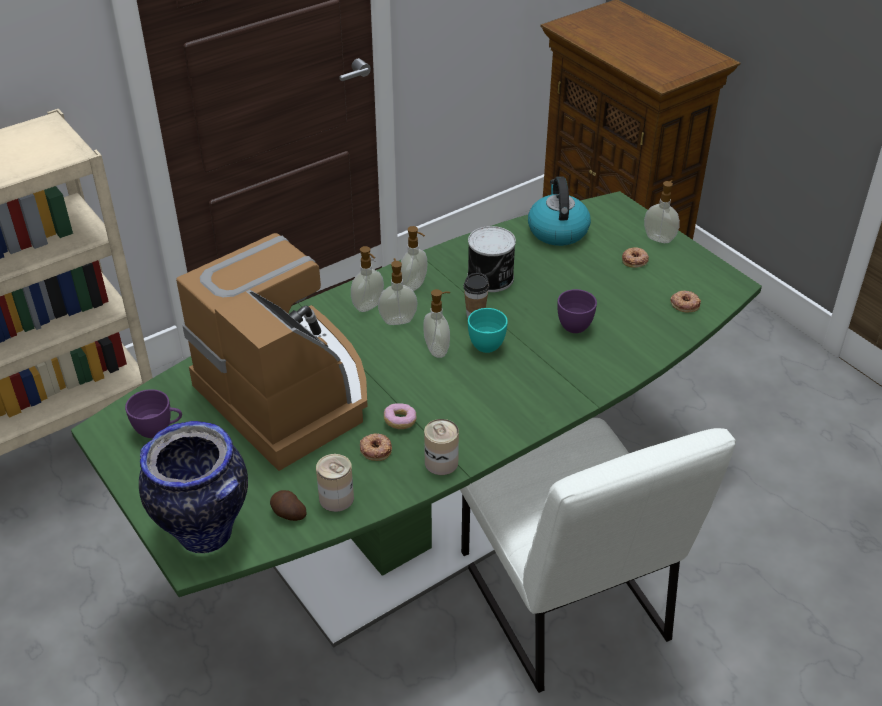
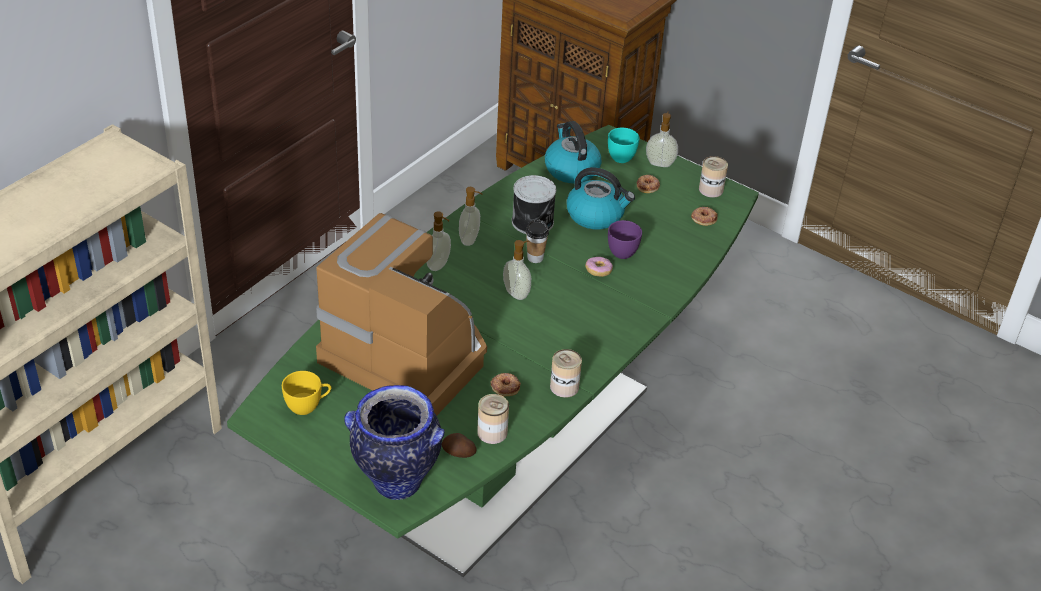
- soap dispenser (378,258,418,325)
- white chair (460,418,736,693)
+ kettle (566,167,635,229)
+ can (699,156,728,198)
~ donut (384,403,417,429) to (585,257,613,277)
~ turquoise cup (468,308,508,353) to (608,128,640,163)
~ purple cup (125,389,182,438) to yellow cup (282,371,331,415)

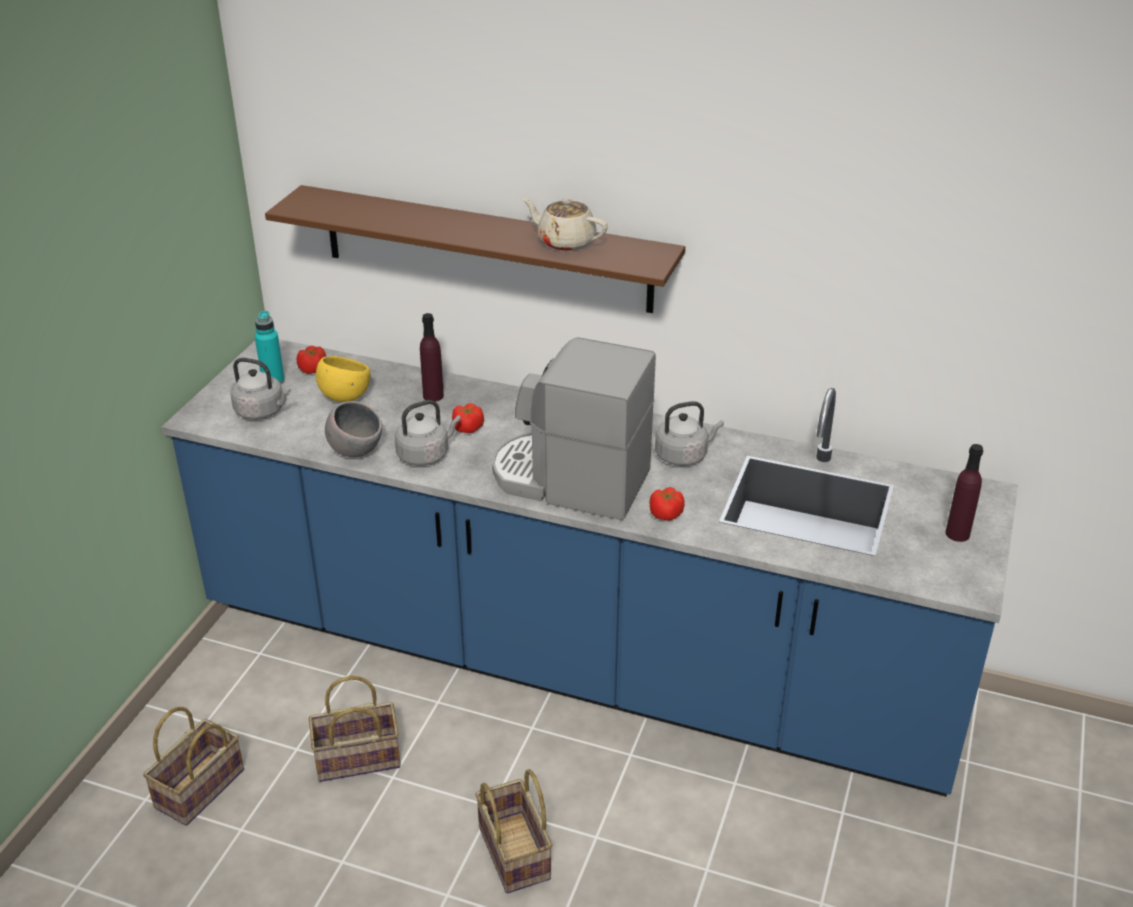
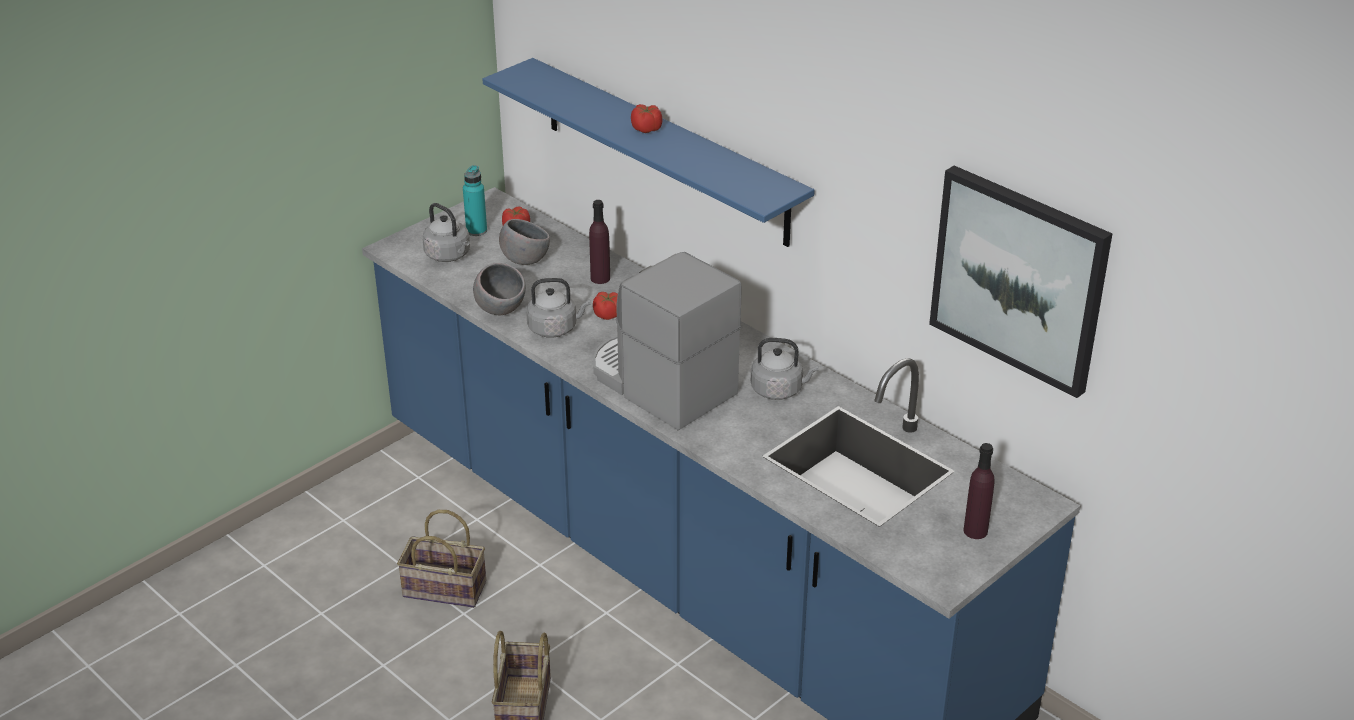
- basket (143,707,244,826)
- beige teapot (523,198,608,251)
+ picture (929,166,1113,398)
~ tomato (650,487,685,521) to (631,104,662,133)
~ brown shelf (265,185,685,313) to blue shelf (482,58,815,247)
~ yellow bowl (316,356,371,402) to grey bowl (499,219,550,265)

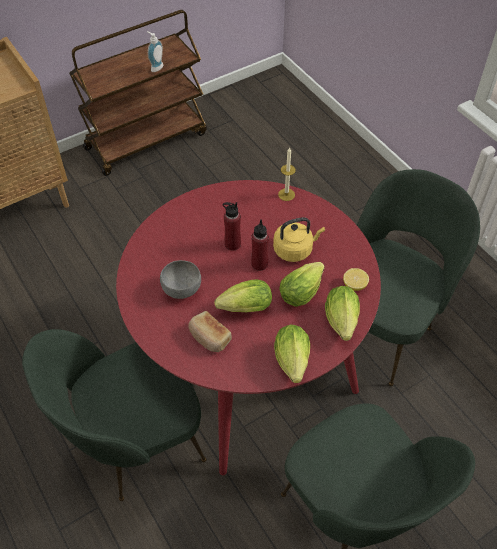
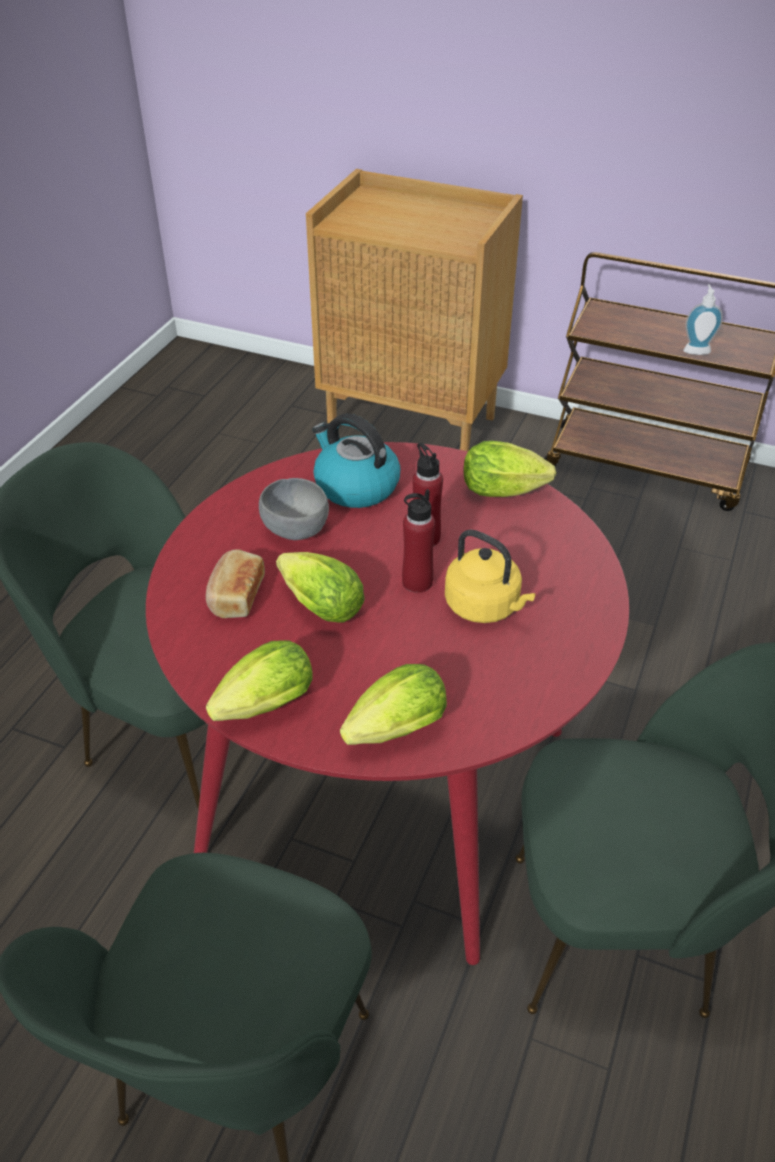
- candle (278,147,296,201)
- lemon (343,268,369,291)
+ kettle (312,413,400,508)
~ lettuce (279,262,325,307) to (463,441,556,497)

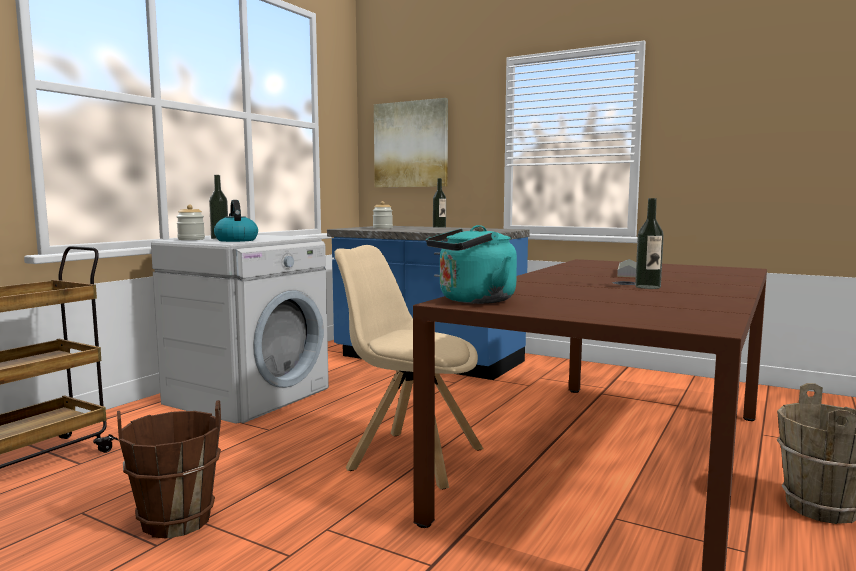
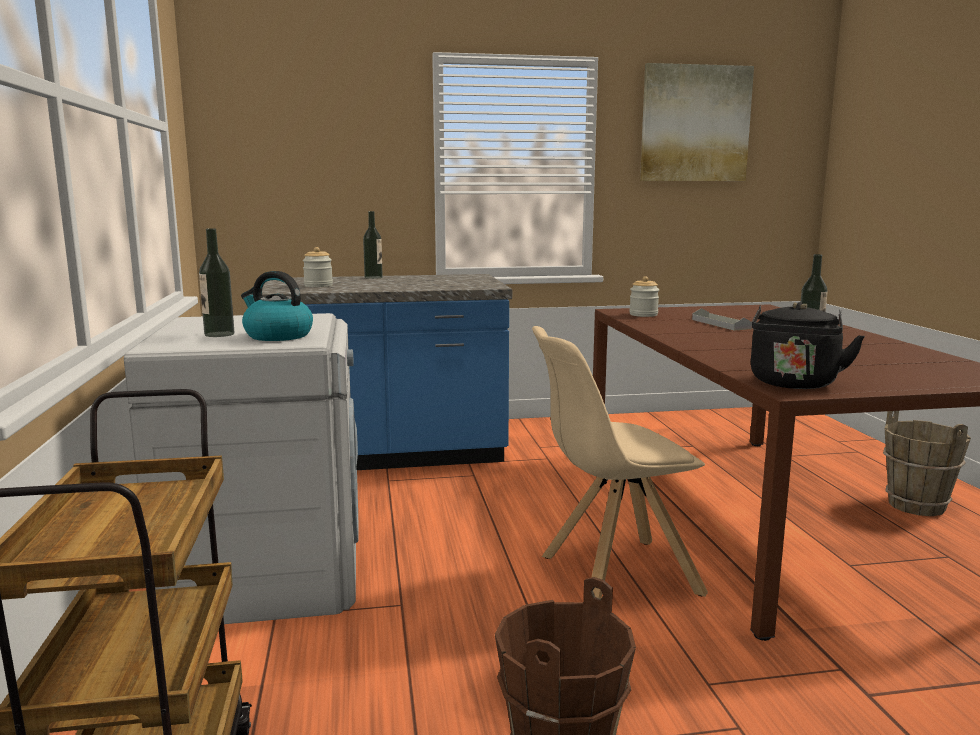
~ jar (176,204,205,240) to (629,276,659,317)
~ picture (374,98,448,187) to (640,63,754,181)
~ turquoise kettle (426,225,517,304) to black kettle (751,302,865,389)

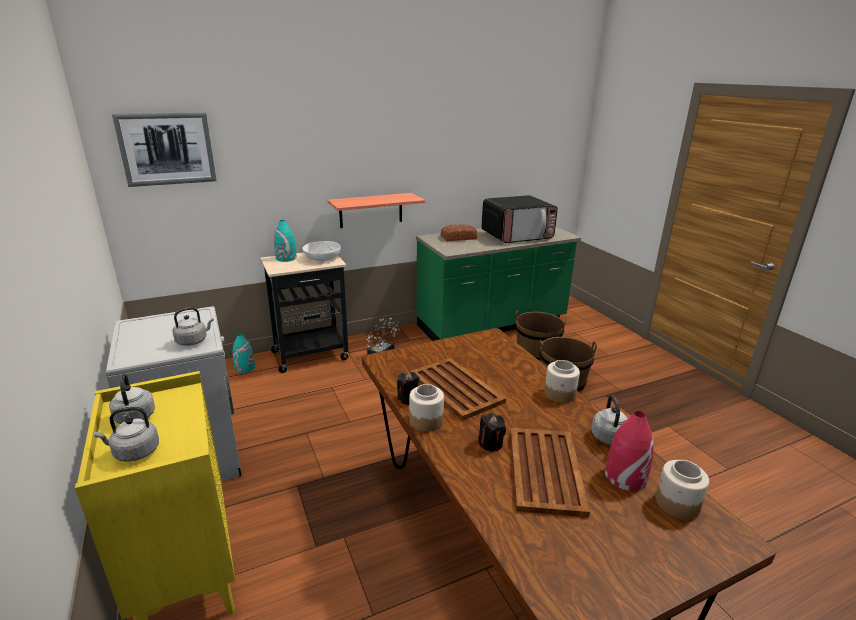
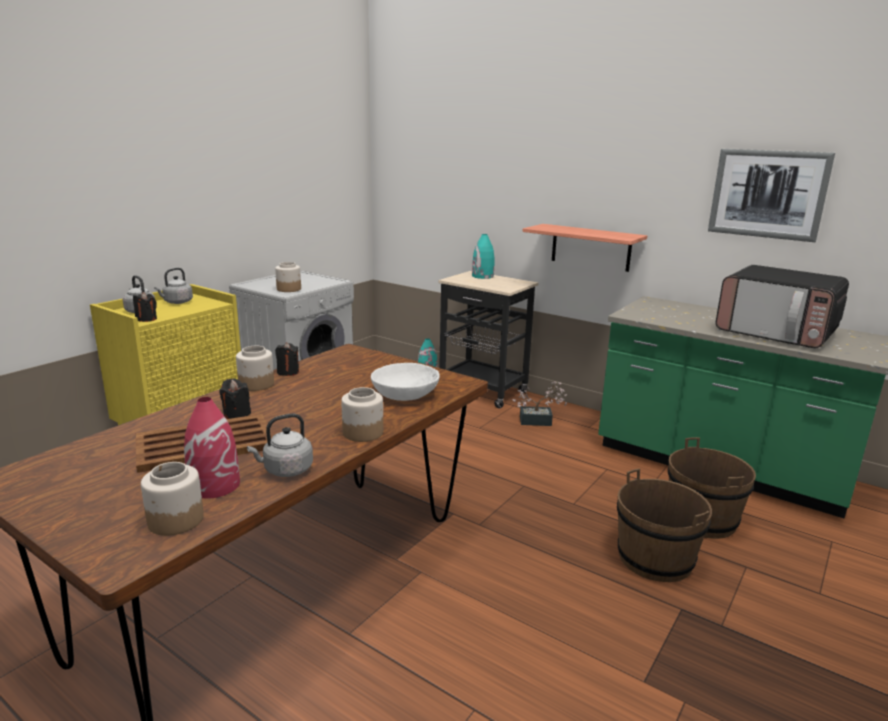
- brown tray (410,358,506,421)
- bread (441,224,477,241)
+ black candle (133,292,157,322)
~ picture (112,112,217,187) to (708,149,835,242)
~ white bowl (303,241,341,261) to (371,363,440,401)
~ grey kettle (172,307,214,346) to jar (275,262,301,292)

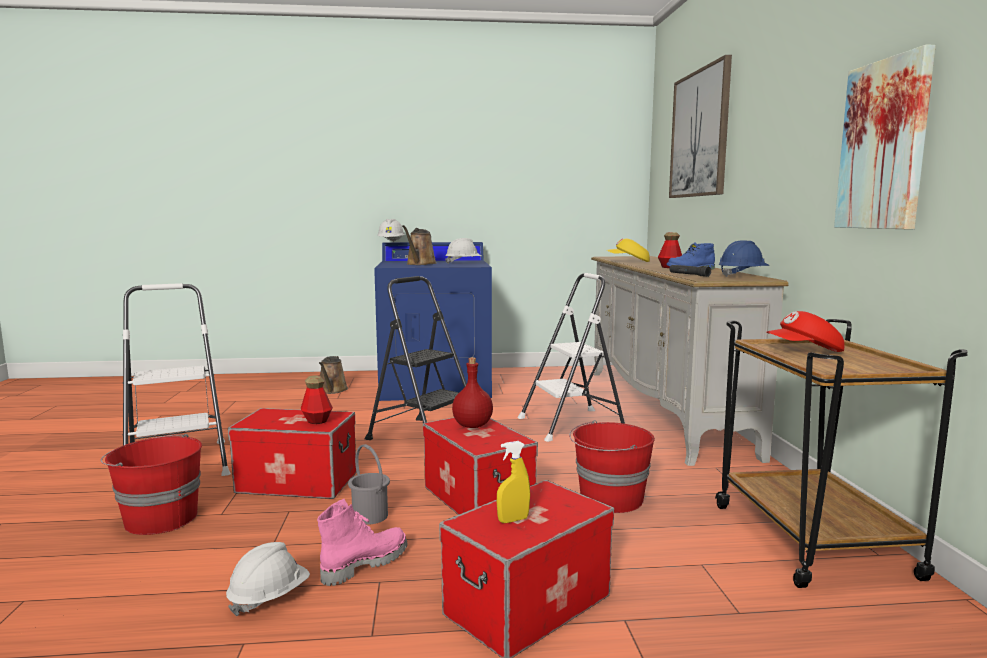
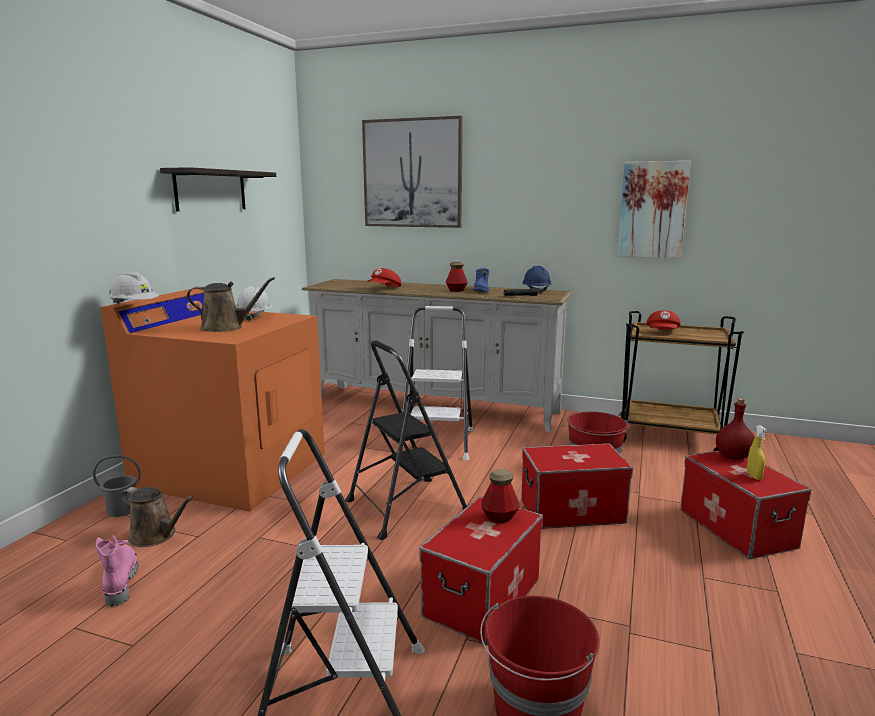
- white hard hat (226,542,310,616)
+ shelf (160,167,276,211)
~ pink boot (317,499,408,586) to (96,535,138,607)
~ grey bucket (348,444,390,525) to (93,455,141,517)
~ red bottle (452,357,493,428) to (716,398,755,460)
~ blue washing machine (374,242,492,401) to orange washing machine (101,289,325,512)
~ yellow cap (607,238,650,262) to red cap (367,268,402,287)
~ brown watering can (402,225,437,265) = (187,277,275,332) 45 degrees counterclockwise

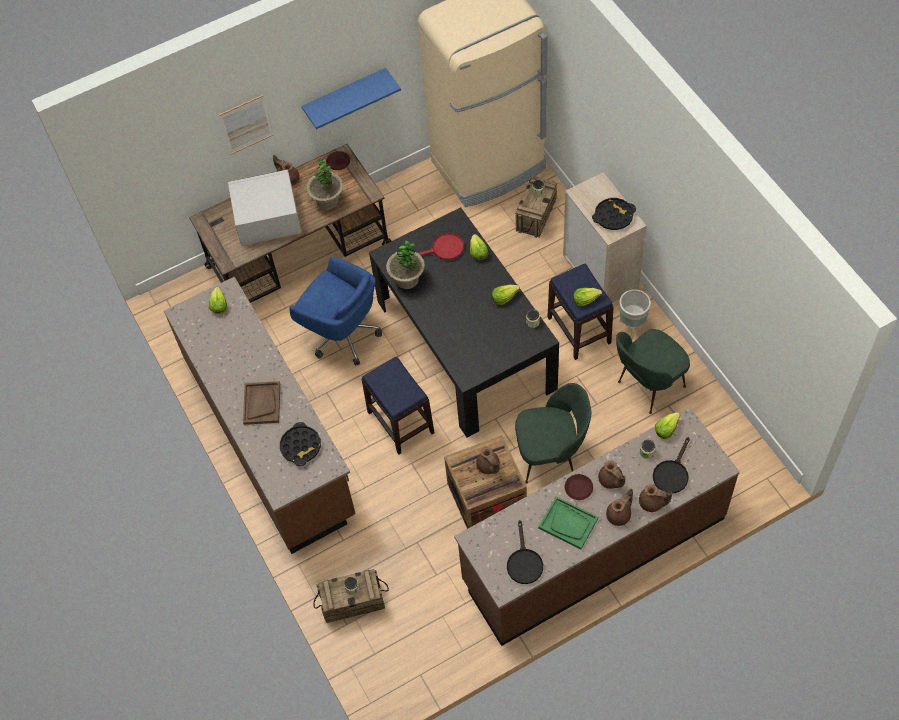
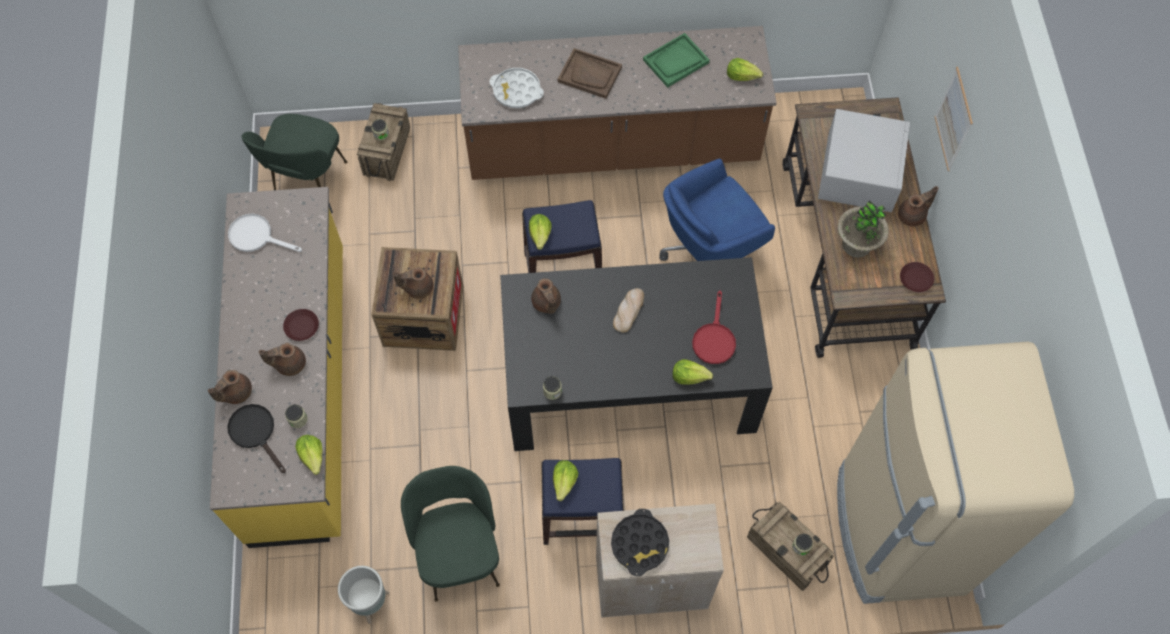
- blue shelf (302,68,401,129)
- potted plant (386,240,425,289)
+ bread (613,288,644,333)
~ lettuce (492,285,520,305) to (529,214,552,250)
~ green chair (515,383,591,483) to (241,114,347,190)
~ green tray (538,496,598,549) to (643,33,710,87)
~ brown teapot (606,489,633,526) to (531,278,561,314)
~ grey planter (619,289,651,340) to (338,566,389,624)
~ black tray (280,422,321,466) to white tray (489,68,544,108)
~ brown counter (454,408,740,646) to yellow counter (210,187,343,548)
~ black frying pan (507,520,543,584) to white frying pan (228,213,302,252)

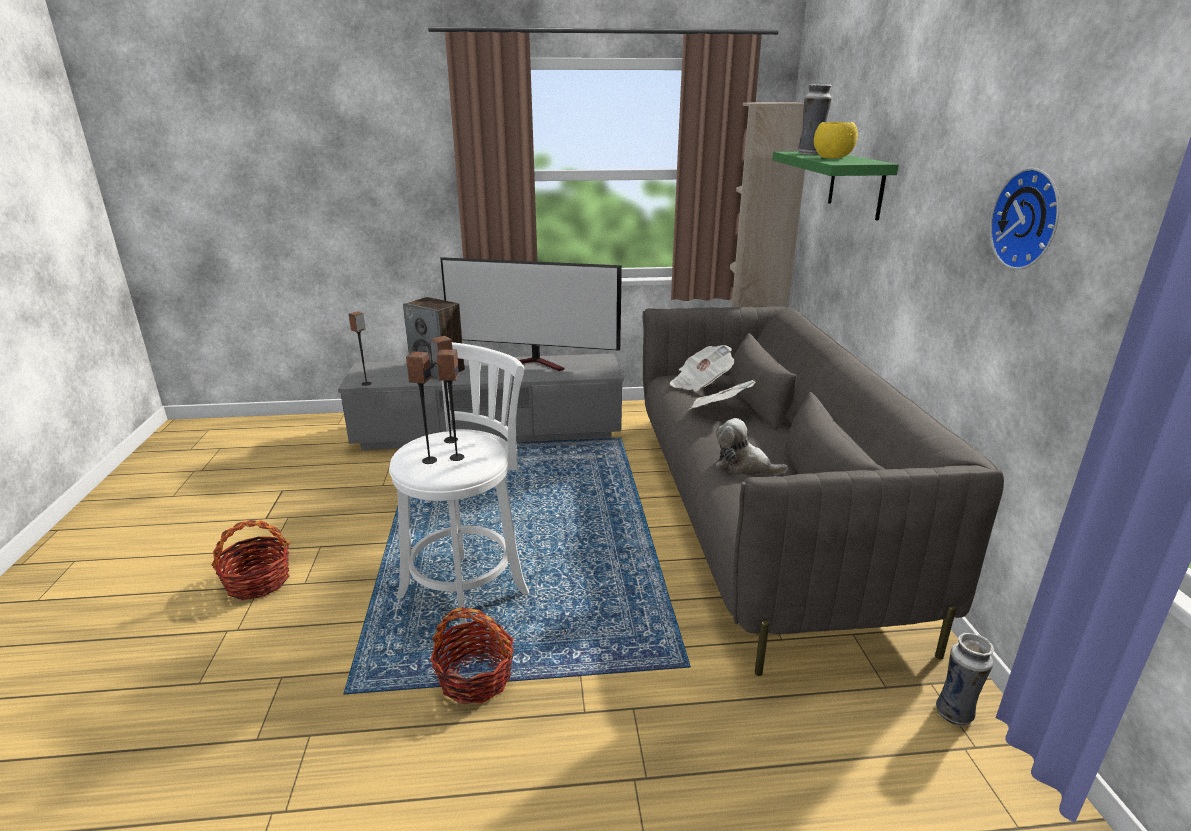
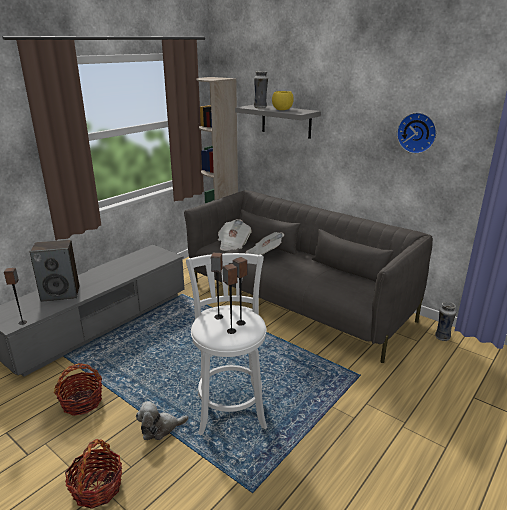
- television (440,257,622,371)
~ basket (430,607,514,704) to (54,363,102,416)
~ plush toy (716,418,788,475) to (136,401,189,440)
~ green shelf (773,151,899,221) to grey shelf (235,105,321,139)

